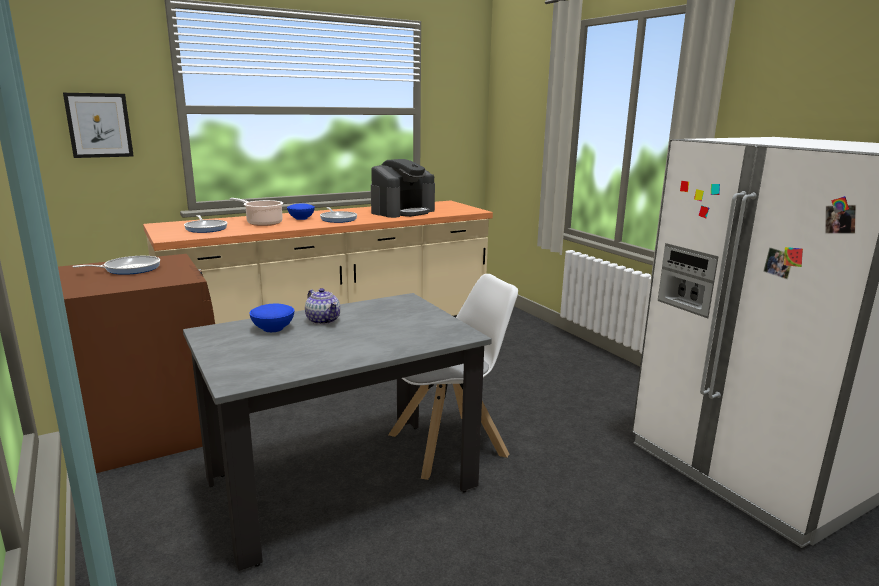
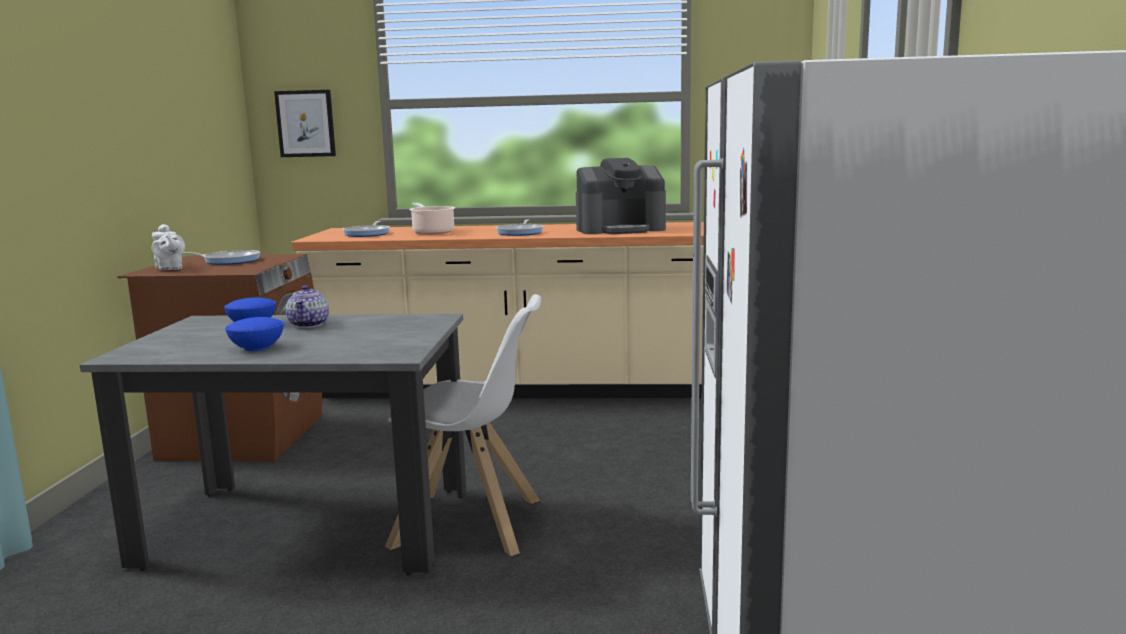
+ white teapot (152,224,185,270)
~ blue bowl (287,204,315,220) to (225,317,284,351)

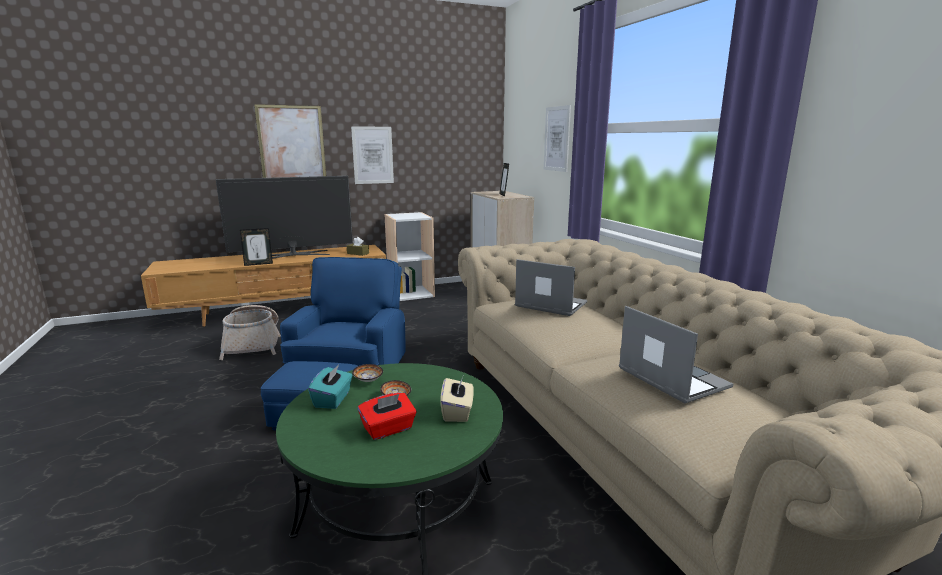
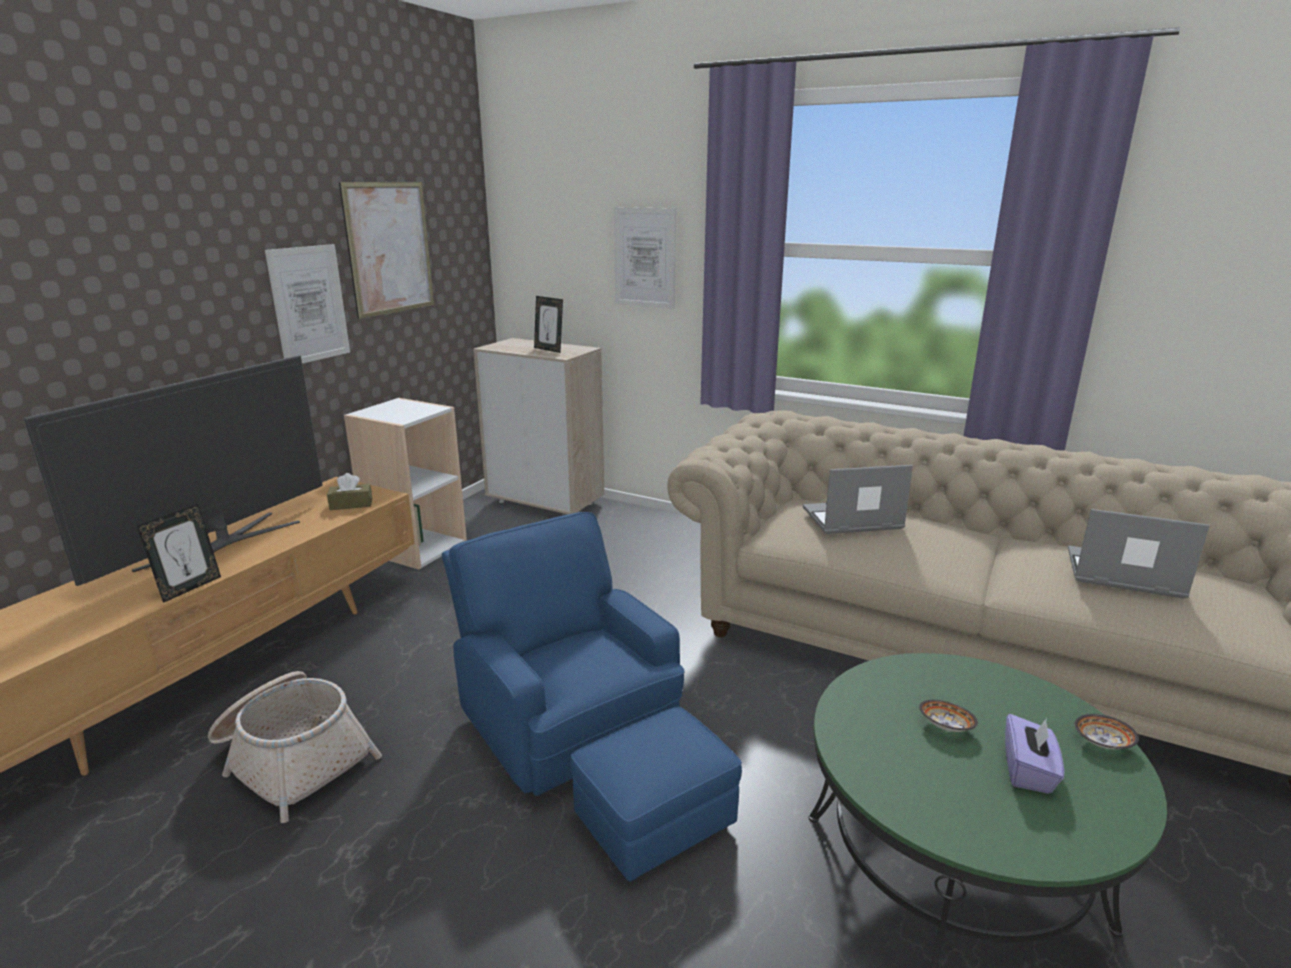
- turquoise tissue box (308,364,353,409)
- beige tissue box (440,377,474,422)
~ picture (254,104,326,178) to (339,182,434,319)
~ bowl (352,364,383,382) to (1074,714,1139,749)
~ red tissue box (358,393,416,440) to purple tissue box (1005,714,1064,794)

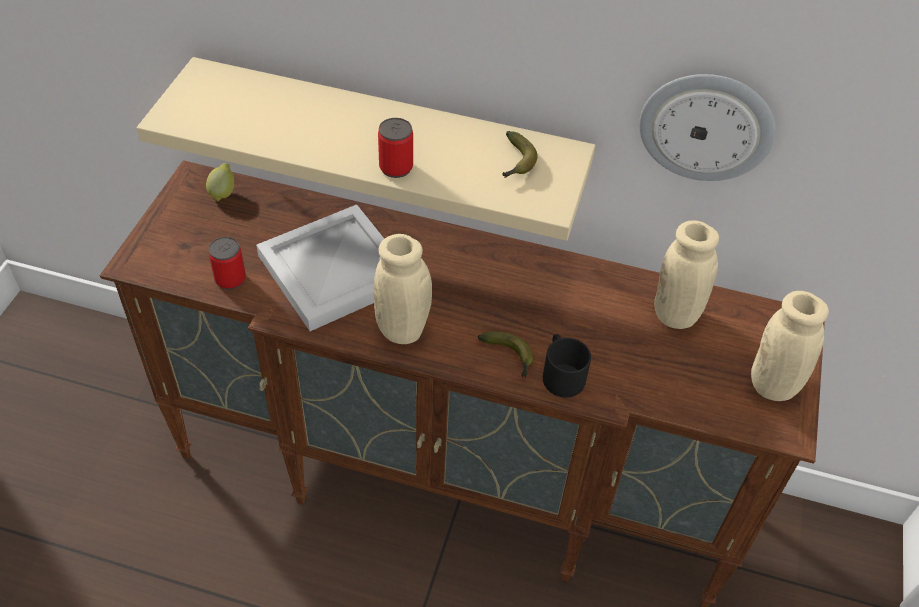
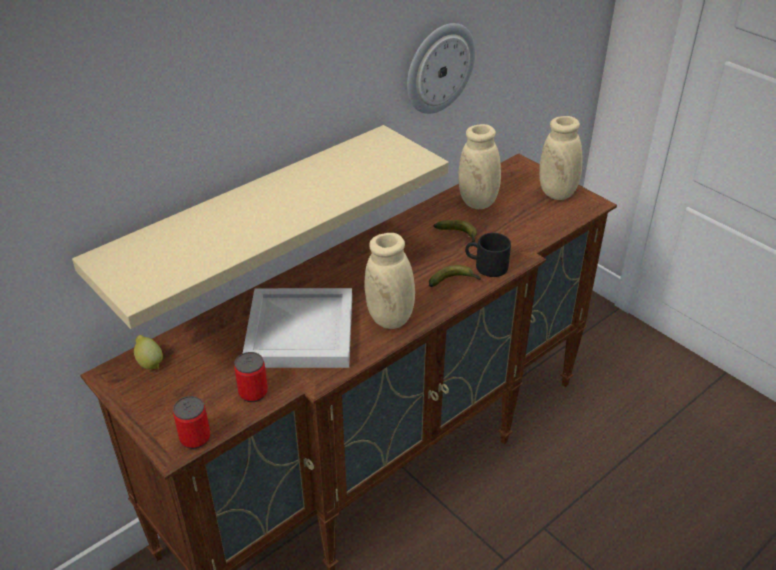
~ can (378,118,413,178) to (173,396,211,449)
~ banana (503,131,538,178) to (434,220,477,242)

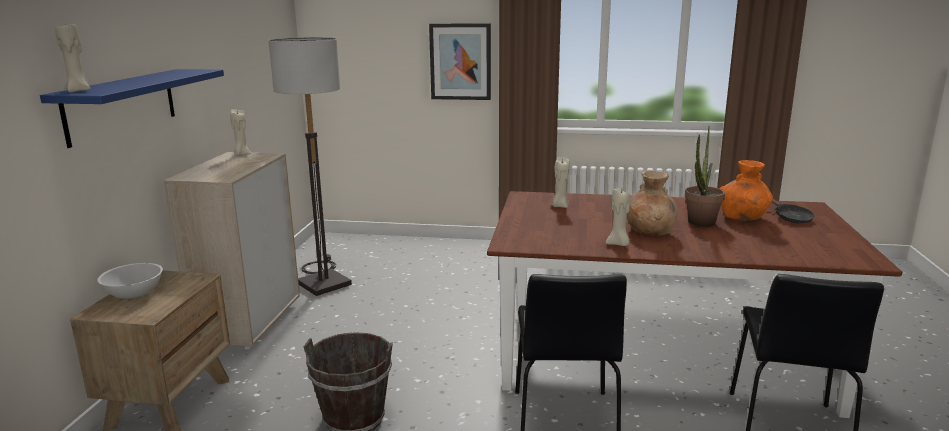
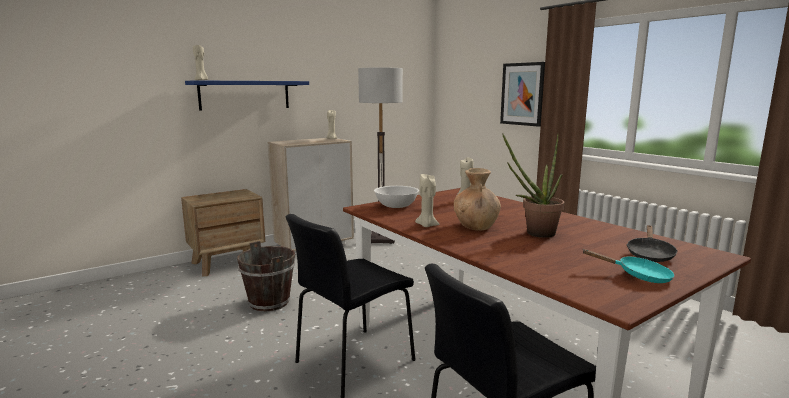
- orange vase (720,160,773,221)
+ turquoise frying pan (582,249,675,283)
~ white bowl (97,263,163,299) to (374,186,419,208)

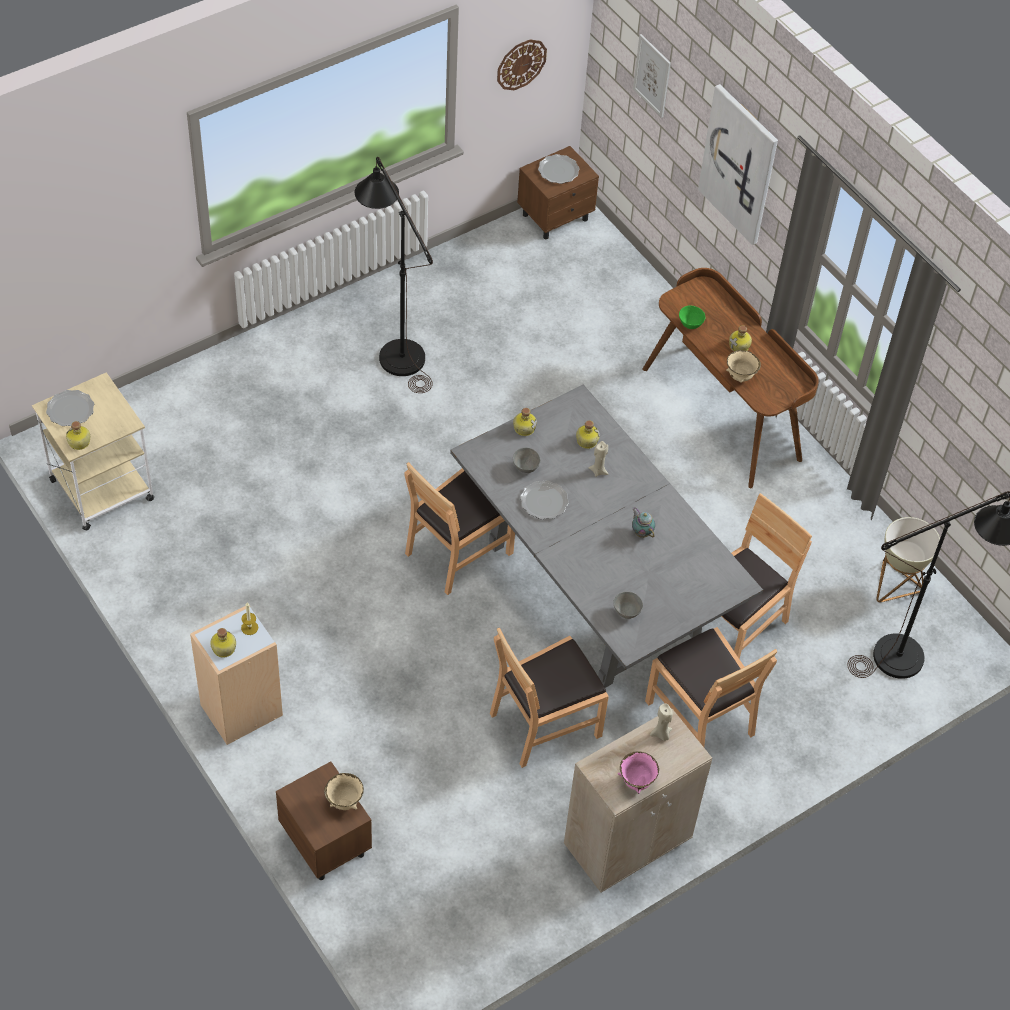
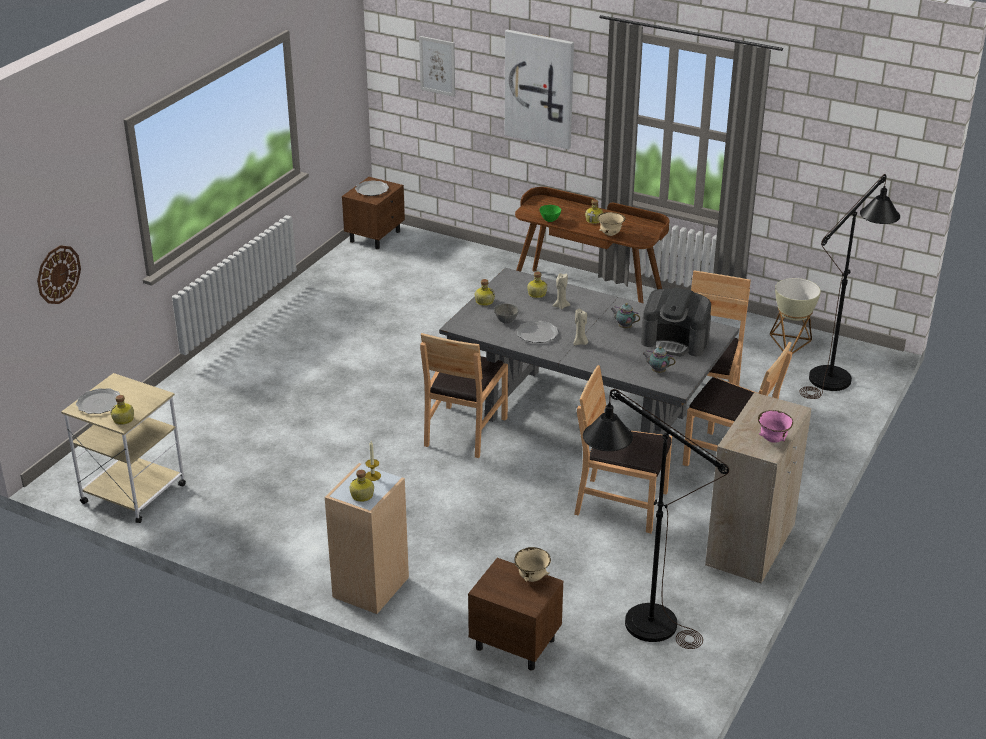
+ coffee machine (641,288,711,357)
~ black floor lamp (355,157,433,393) to (583,389,729,649)
~ wall clock (497,40,547,90) to (37,245,81,304)
~ beige candle (650,704,673,741) to (573,309,588,345)
~ grey bowl (613,592,643,619) to teapot (642,347,676,373)
~ brown chair (490,628,609,768) = (574,365,672,534) 75 degrees clockwise

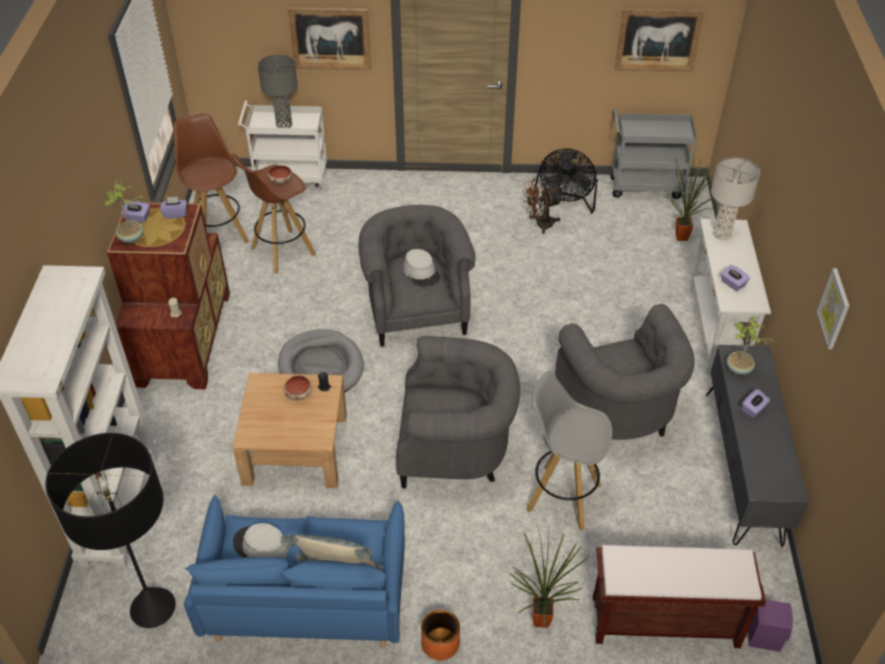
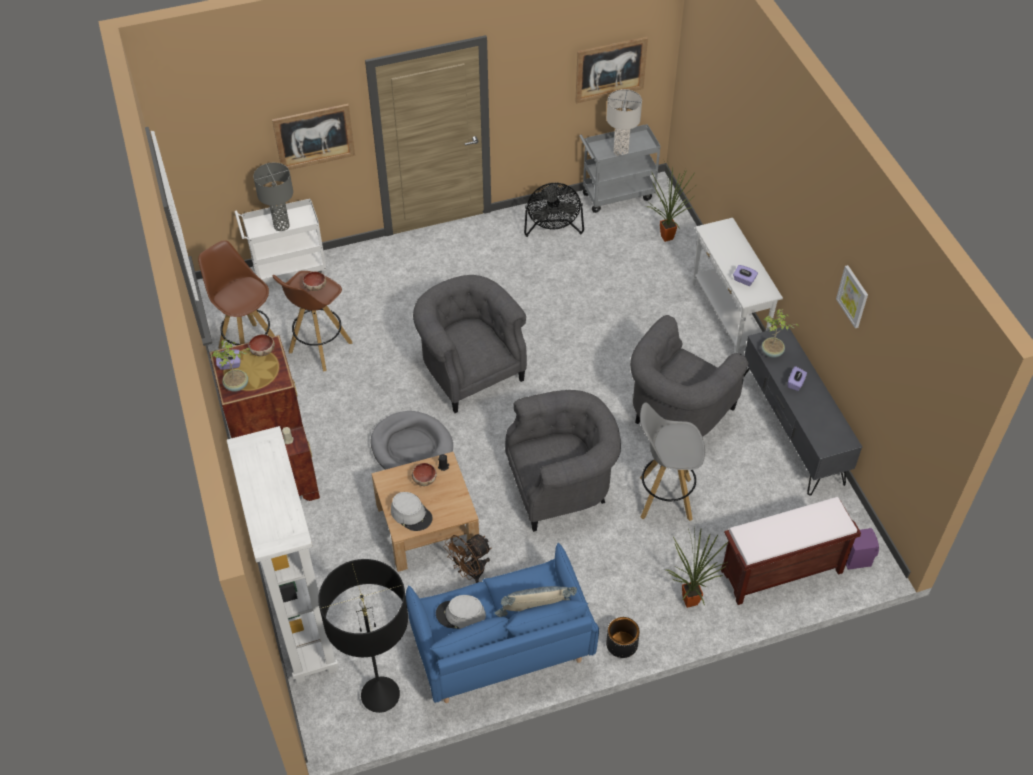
~ grey hat (403,249,440,286) to (391,492,433,531)
~ brown fan (522,179,563,234) to (443,534,492,583)
~ white table lamp (711,158,760,240) to (607,89,642,156)
~ purple tissue box (160,197,187,219) to bowl (248,334,275,356)
~ orange planter (421,609,460,660) to black planter (606,617,640,658)
~ grey armchair (555,304,695,440) = (630,315,748,437) 75 degrees clockwise

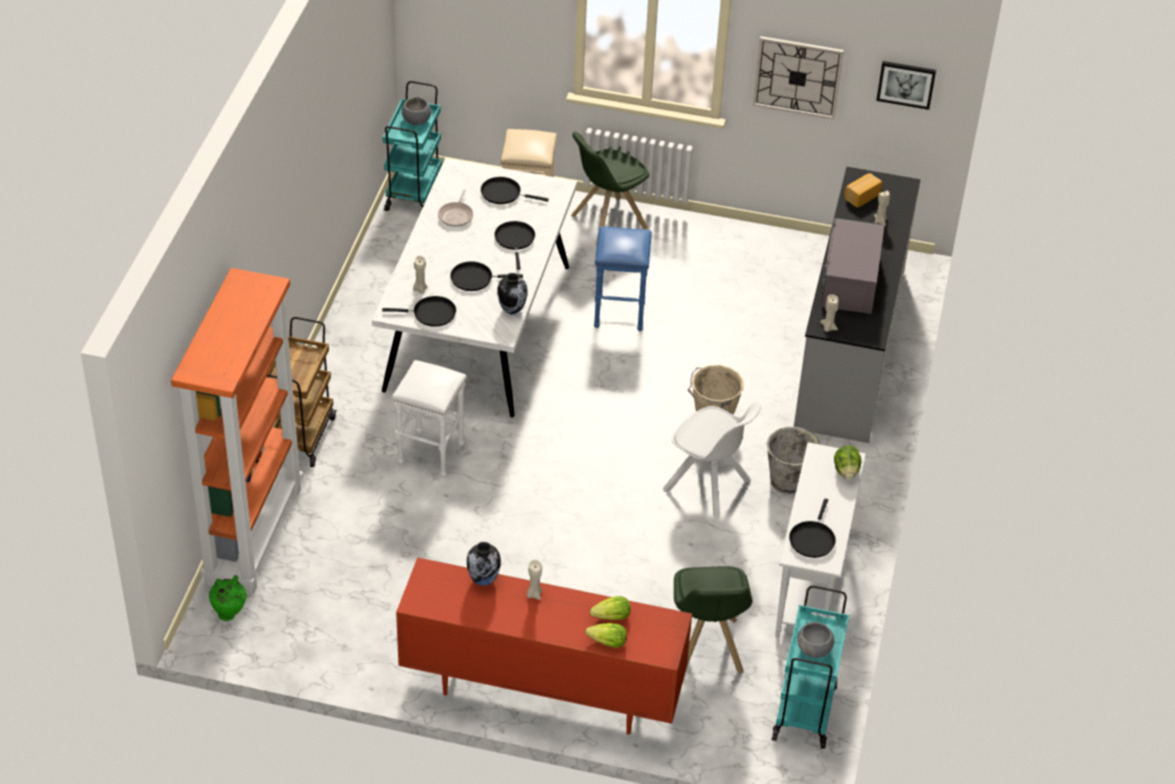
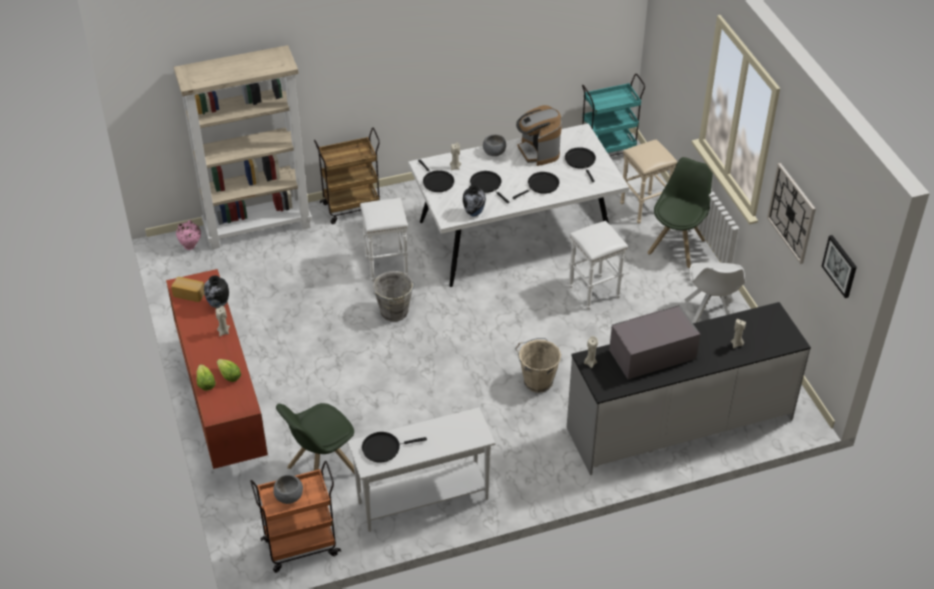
- lettuce (834,445,862,480)
~ grey bowl (402,97,431,125) to (483,134,506,156)
~ white chair (663,401,761,518) to (685,262,746,323)
~ grey bucket (766,427,822,494) to (373,271,415,322)
~ bread (845,173,882,208) to (171,277,204,302)
~ frying pan (438,190,473,227) to coffee machine (516,105,562,166)
~ orange bookcase (171,268,303,596) to beige bookcase (174,45,312,249)
~ green vase (209,575,247,621) to pink vase (176,220,201,250)
~ blue stool (594,227,652,331) to white stool (569,221,628,310)
~ turquoise cart (772,586,849,749) to orange cart (250,461,341,573)
~ green chair (571,132,649,245) = (647,157,713,268) 90 degrees clockwise

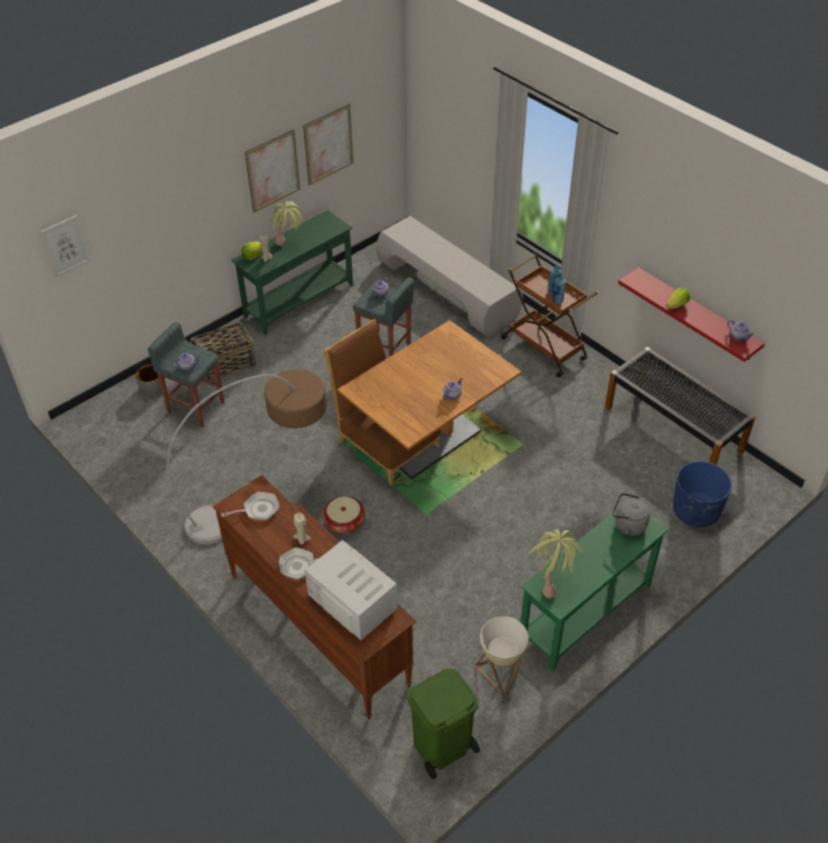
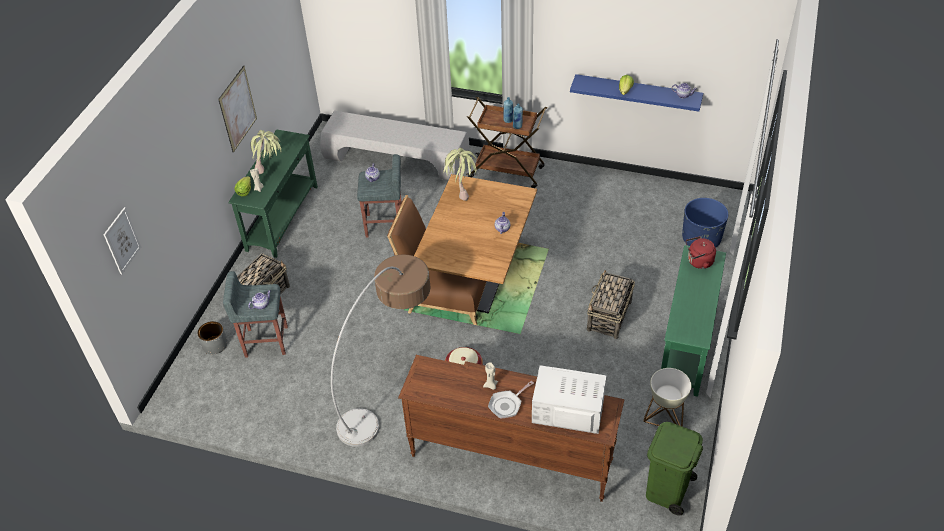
- frying pan (221,492,280,520)
- picture (303,104,353,185)
- black bench (605,347,756,465)
+ basket (587,270,635,339)
~ potted plant (529,529,583,599) to (442,148,477,201)
~ grey kettle (613,493,650,536) to red kettle (686,236,716,269)
~ red shelf (618,267,765,362) to blue shelf (570,74,703,111)

